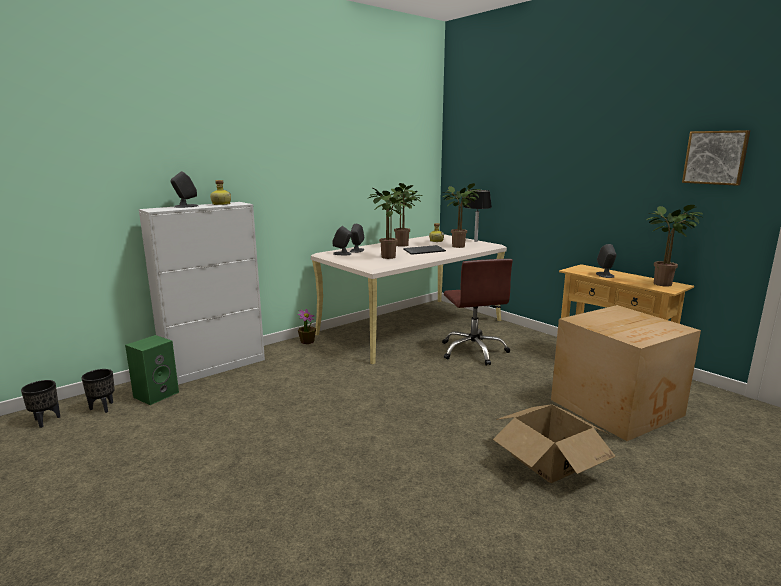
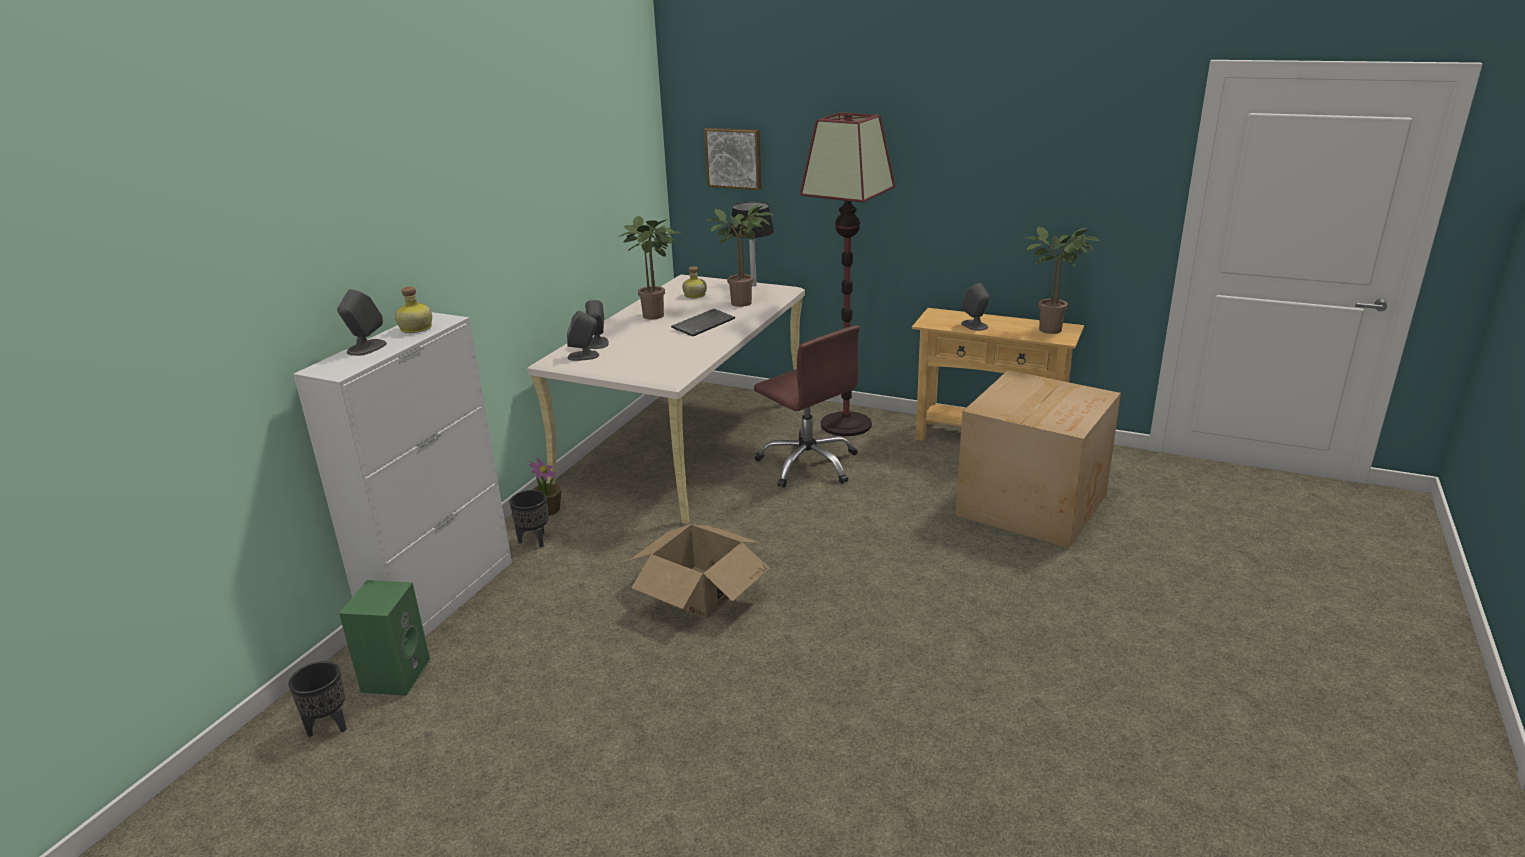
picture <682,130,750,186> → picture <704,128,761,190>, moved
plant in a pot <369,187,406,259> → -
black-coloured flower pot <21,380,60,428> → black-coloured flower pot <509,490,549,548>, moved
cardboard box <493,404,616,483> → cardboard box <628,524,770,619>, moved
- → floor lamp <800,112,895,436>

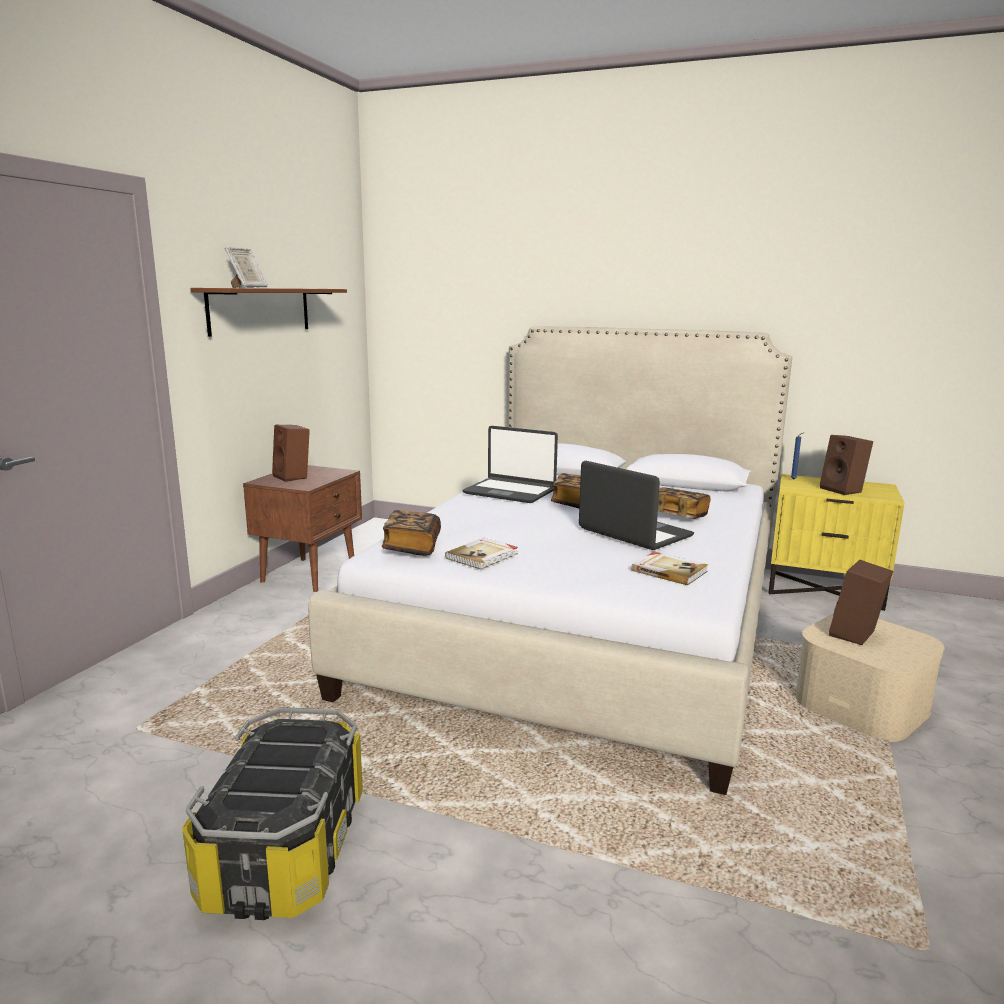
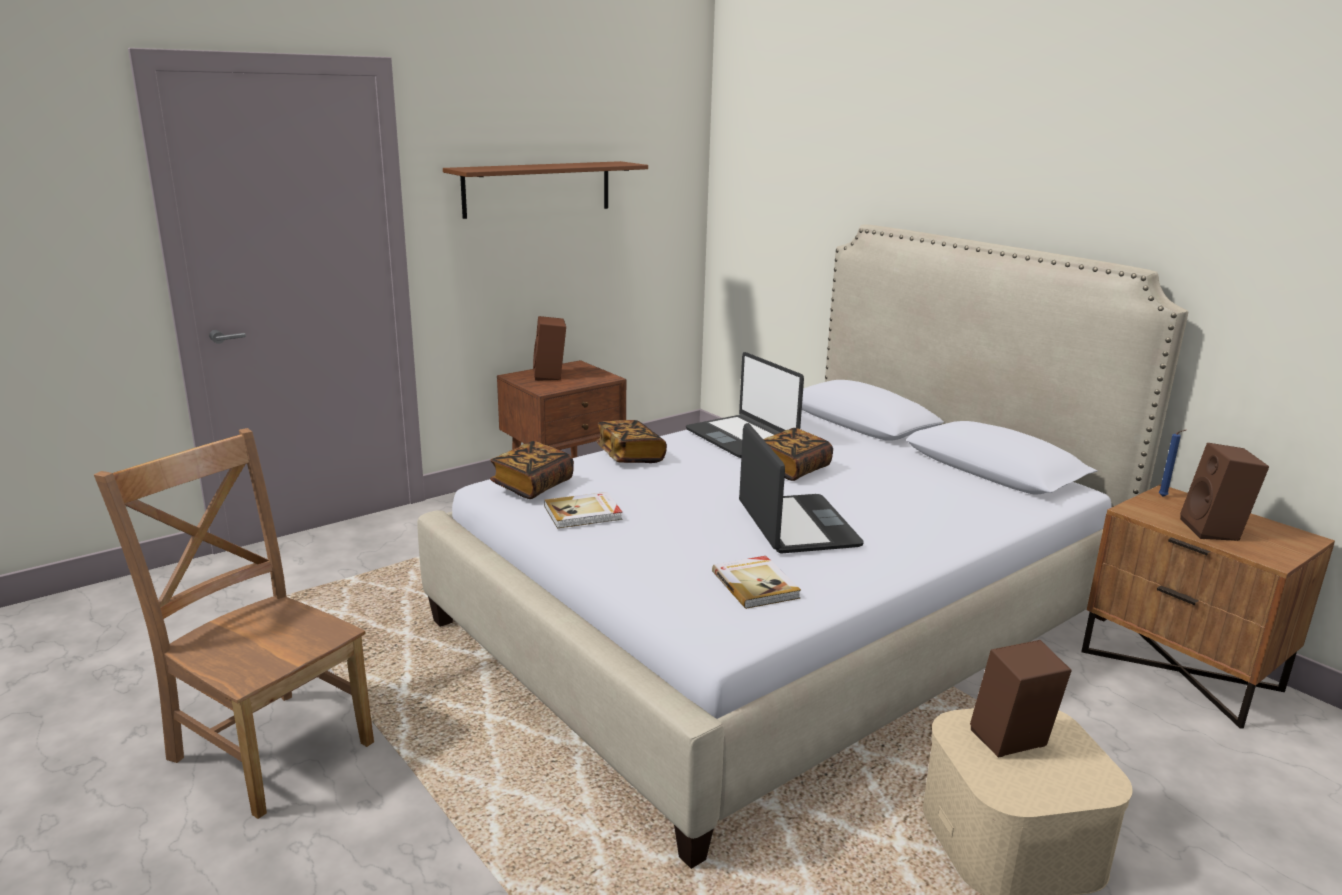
photo frame <225,247,268,288> → -
yellow-coloured bedside table <768,474,904,611> → brown-coloured bedside table <1082,484,1335,729>
book <658,487,711,519> → book <596,420,667,463>, moved
storage box <182,707,363,920> → brown-coloured plain chair <94,428,374,819>

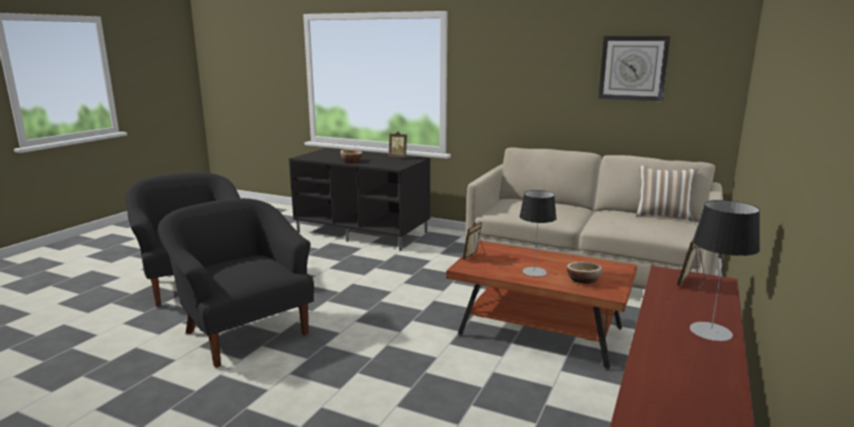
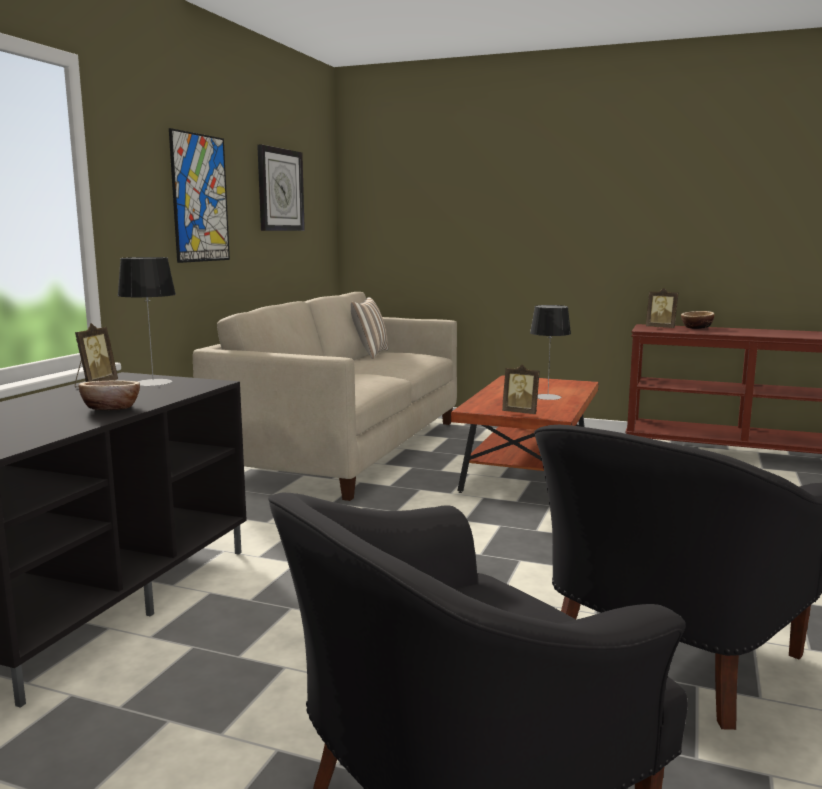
lamp for a table <690,200,760,341> → lamp for a table <117,257,176,387>, moved
bowl <567,262,602,284> → bowl <681,311,714,329>, moved
- → picture <169,128,230,263>

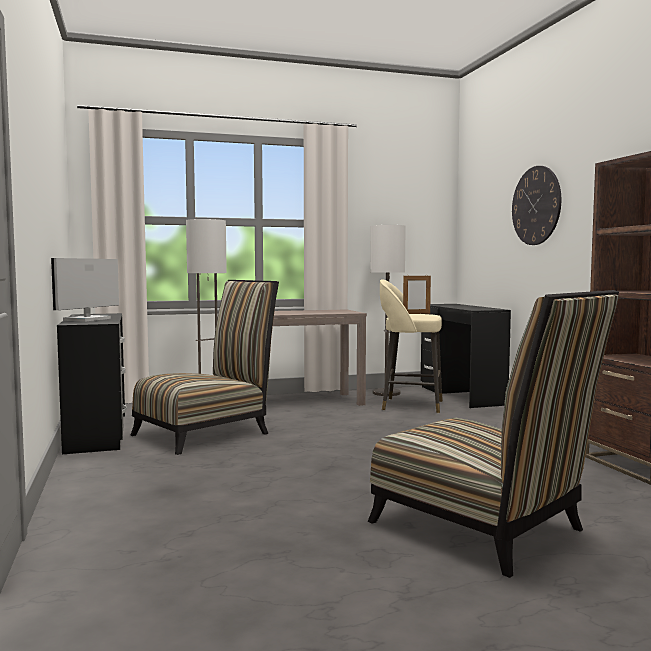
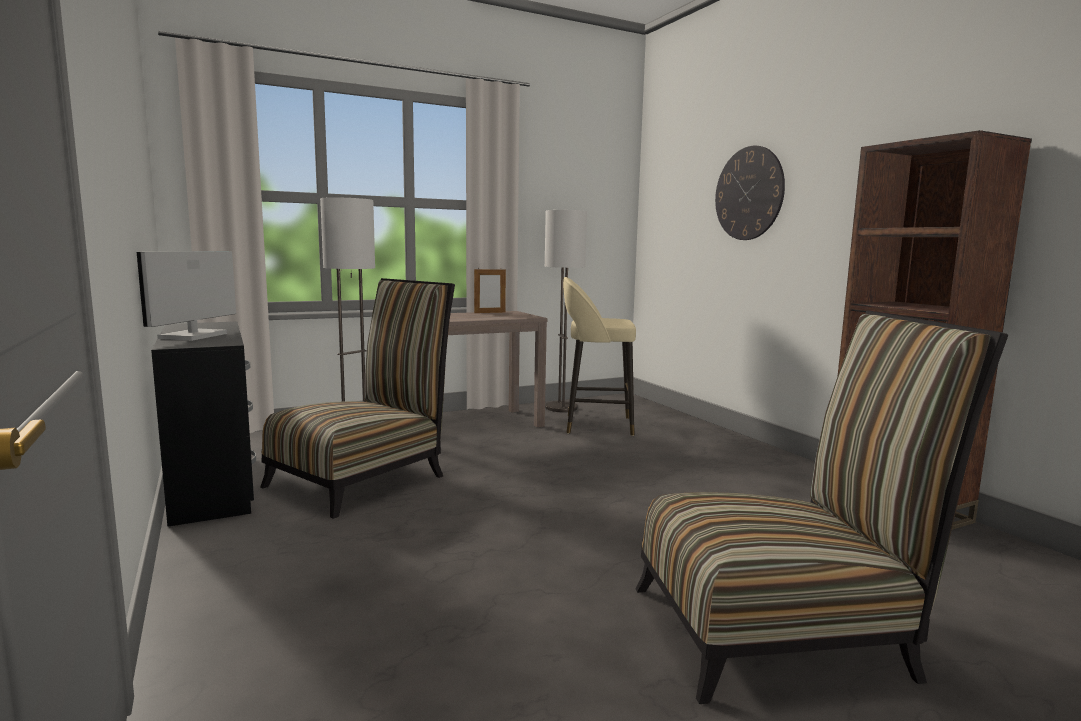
photo frame <403,274,431,314> → photo frame <474,269,506,313>, moved
plain chair <368,290,619,578> → plain chair <636,310,1008,704>, 45 degrees counterclockwise
black-coloured desk <421,304,511,408> → -

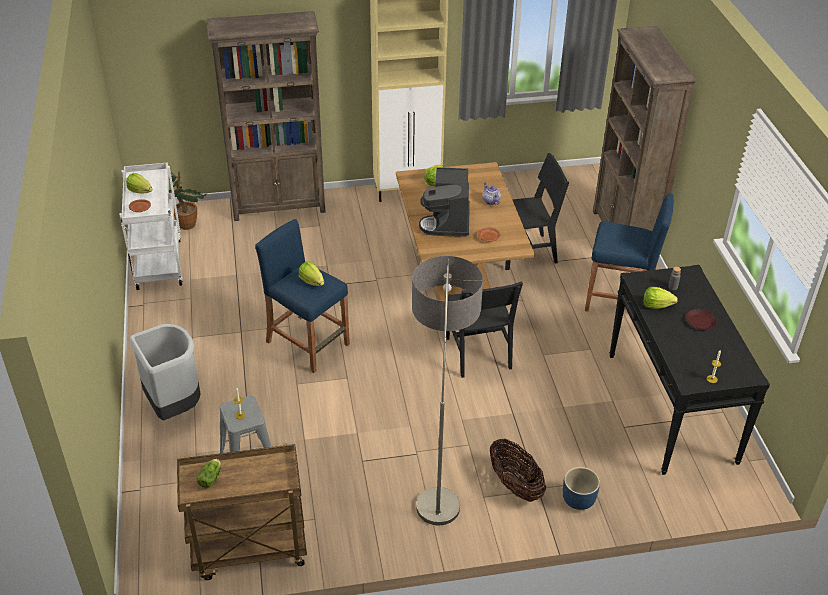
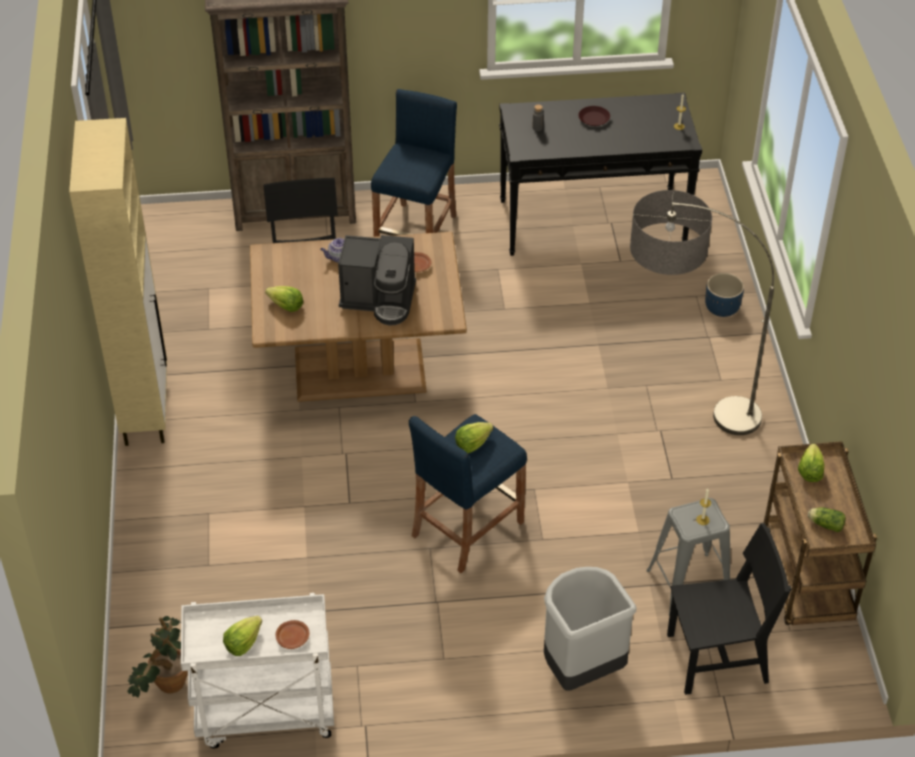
brown-coloured shelving unit <207,11,325,221> → -
black-coloured plain chair <446,281,523,378> → black-coloured plain chair <667,523,792,695>, moved
head of lettuce <643,287,678,309> → head of lettuce <798,444,824,482>, moved
storage basket <490,439,546,502> → -

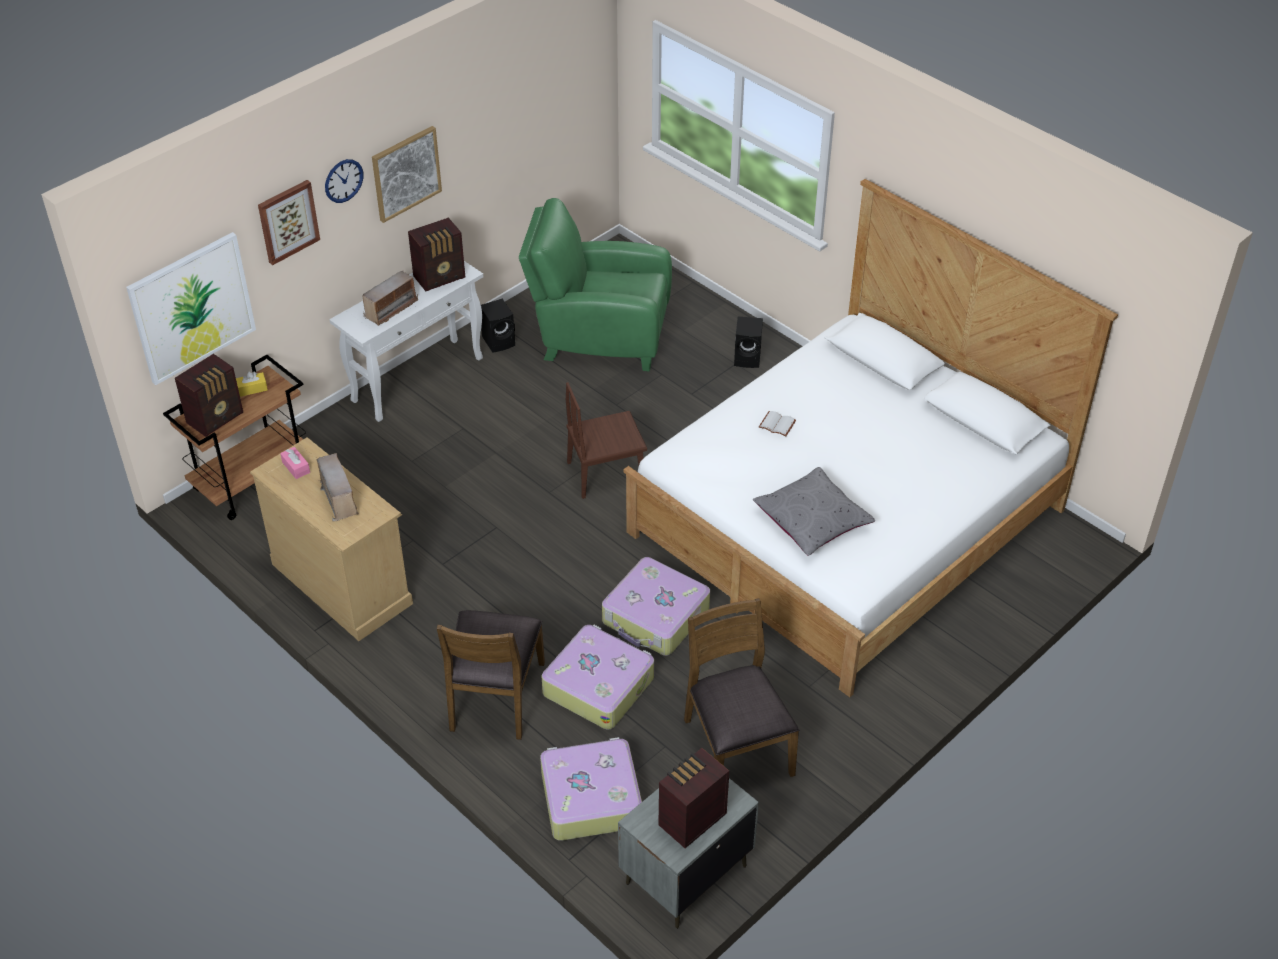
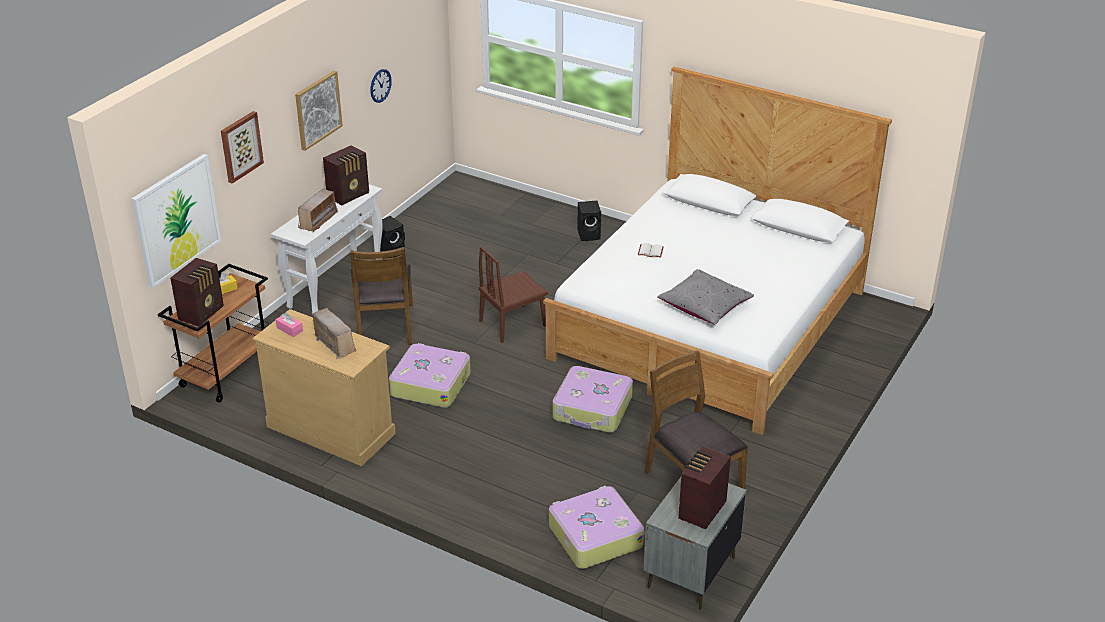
wall clock <325,159,363,203> → wall clock <370,69,392,103>, moved
green armchair <519,198,672,371> → -
brown-coloured plain chair <437,610,545,740> → brown-coloured plain chair <350,247,413,345>, moved
travel case <542,625,654,730> → travel case <389,343,471,408>, moved

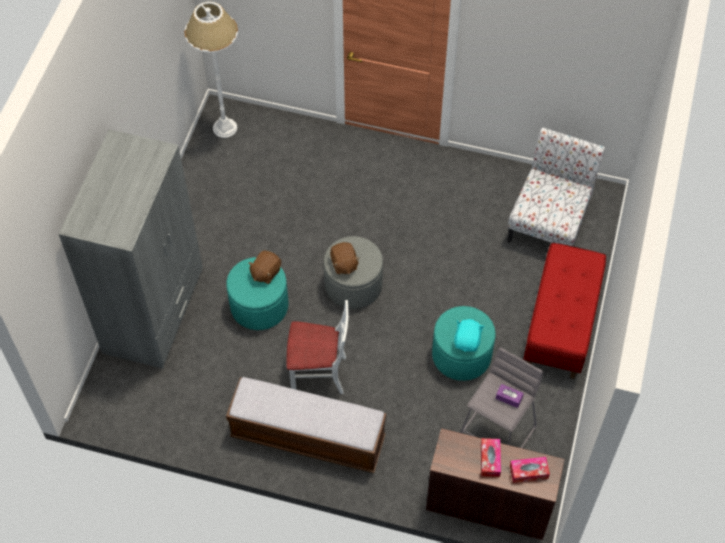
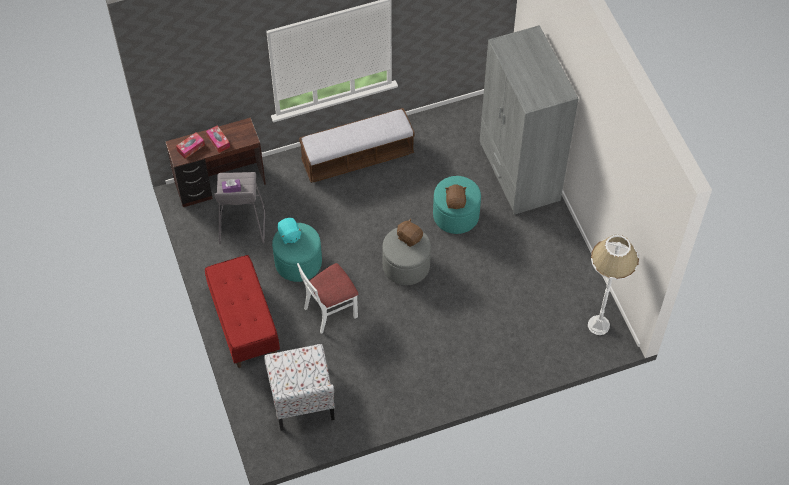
white-coloured plain chair <287,300,349,394> → white-coloured plain chair <297,263,358,334>, moved

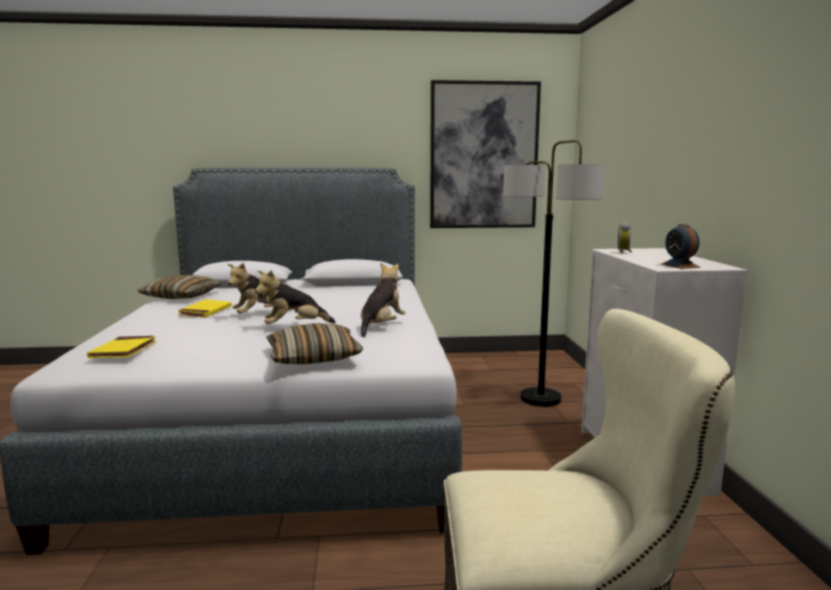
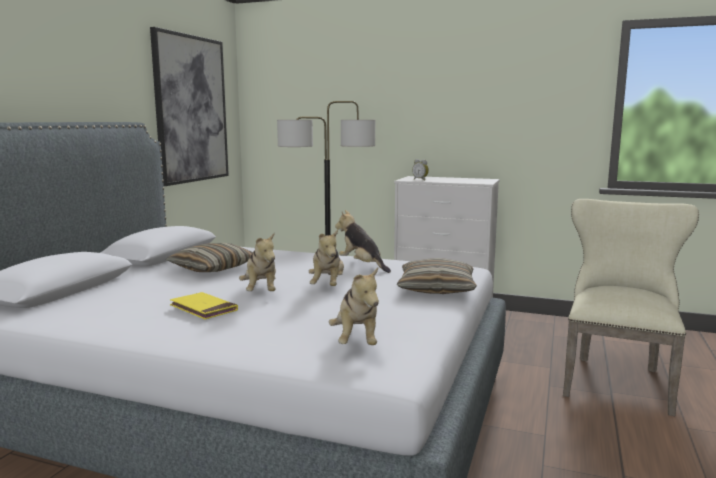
bedside clock <661,224,700,269> → -
throw pillow <138,275,222,299> → throw pillow <166,243,253,272>, moved
yellow-coloured book <87,336,156,358> → cuddly toy <329,267,379,345>

